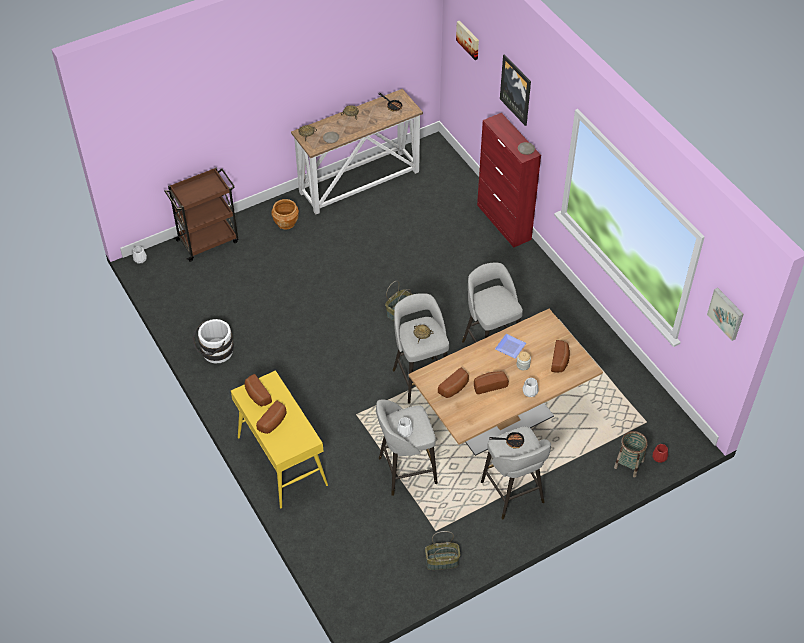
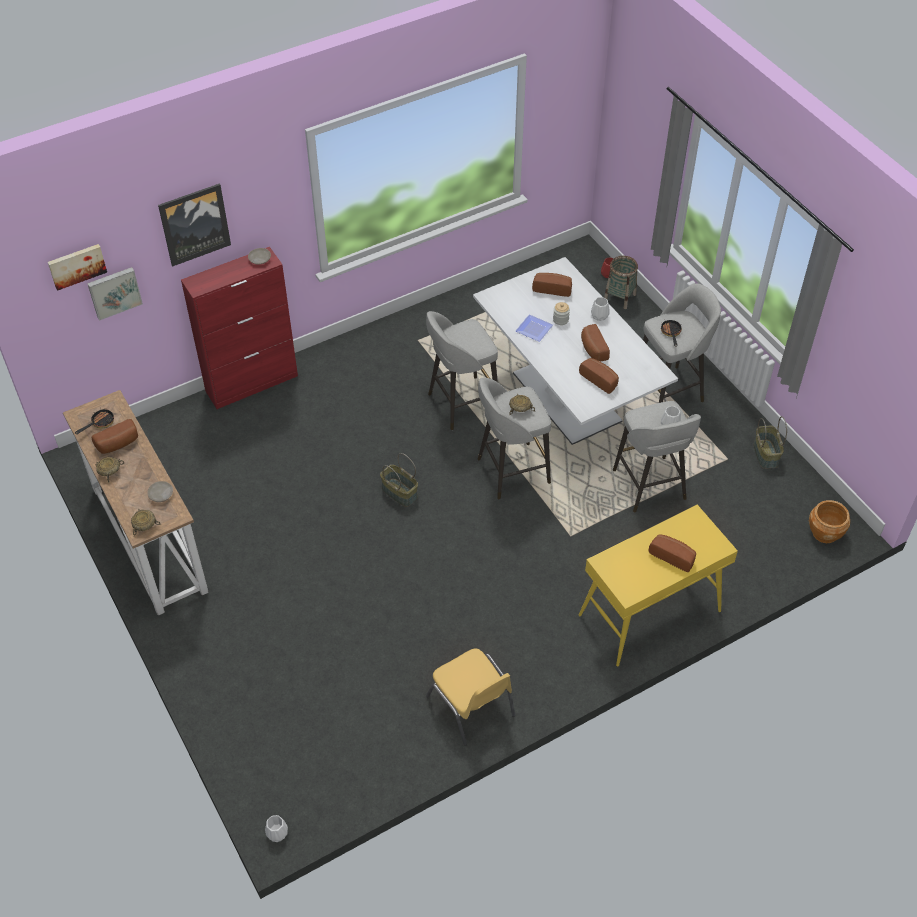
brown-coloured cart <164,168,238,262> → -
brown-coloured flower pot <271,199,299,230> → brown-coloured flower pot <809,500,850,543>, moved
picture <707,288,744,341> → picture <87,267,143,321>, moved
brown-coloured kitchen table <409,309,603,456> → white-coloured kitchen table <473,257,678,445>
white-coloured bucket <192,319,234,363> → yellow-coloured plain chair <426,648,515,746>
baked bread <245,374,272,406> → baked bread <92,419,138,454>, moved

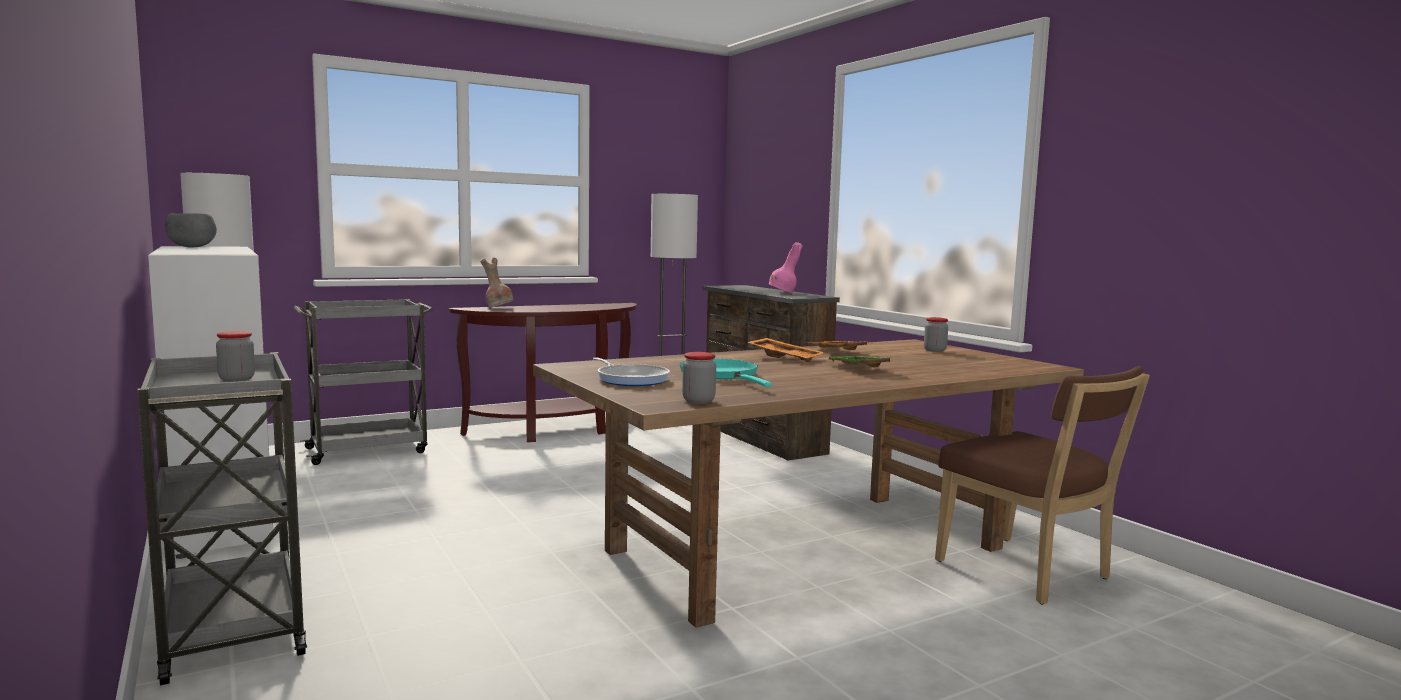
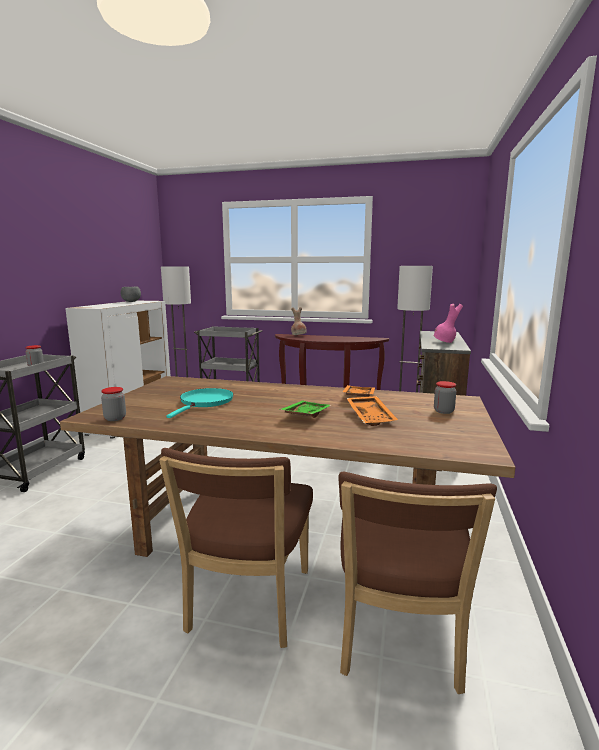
orangey tray <747,338,825,362> → orangey tray <346,396,398,426>, moved
frying pan <593,358,670,386> → -
- → brown-coloured plain chair <159,448,313,648>

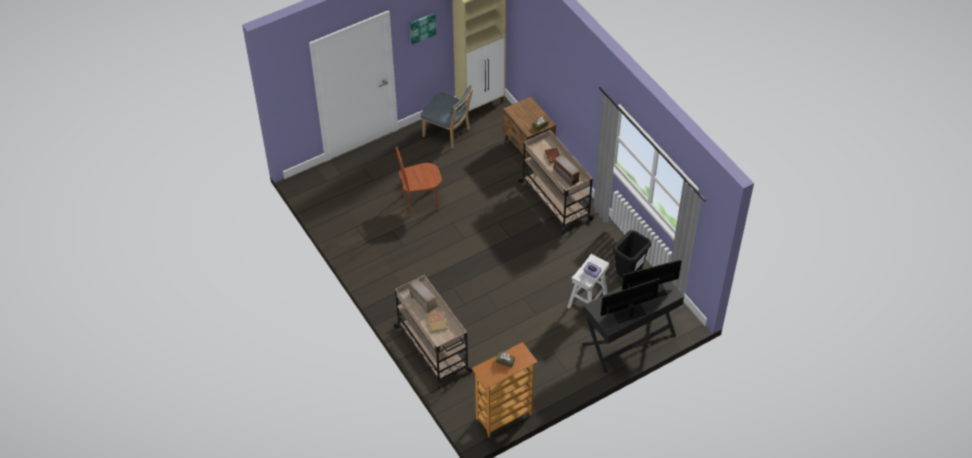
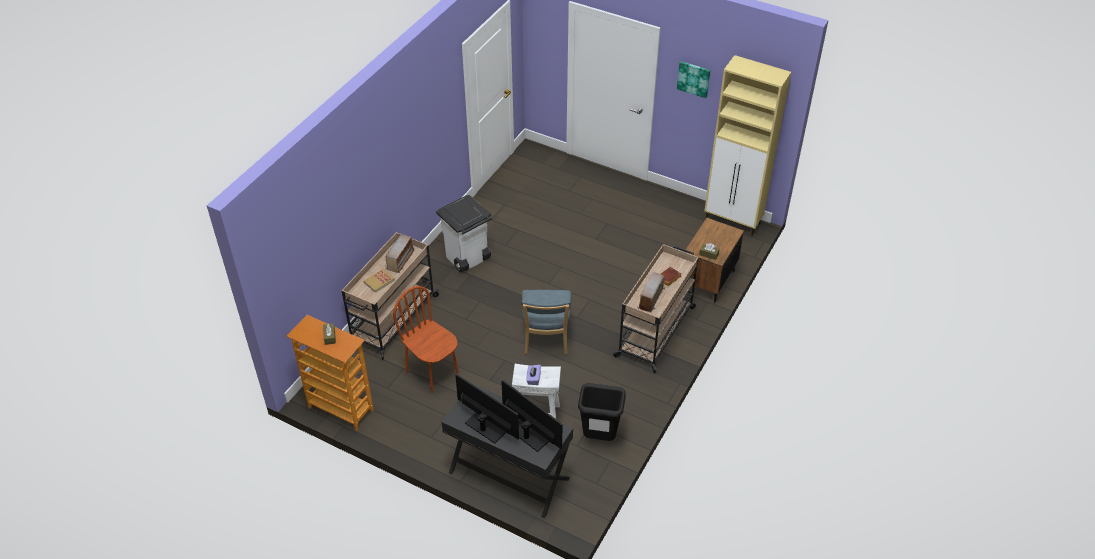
blue-coloured plain chair <421,85,473,149> → blue-coloured plain chair <521,290,571,355>, moved
brown-coloured plain chair <395,147,442,217> → brown-coloured plain chair <393,286,459,393>, moved
- → white-coloured waste bin <436,195,492,272>

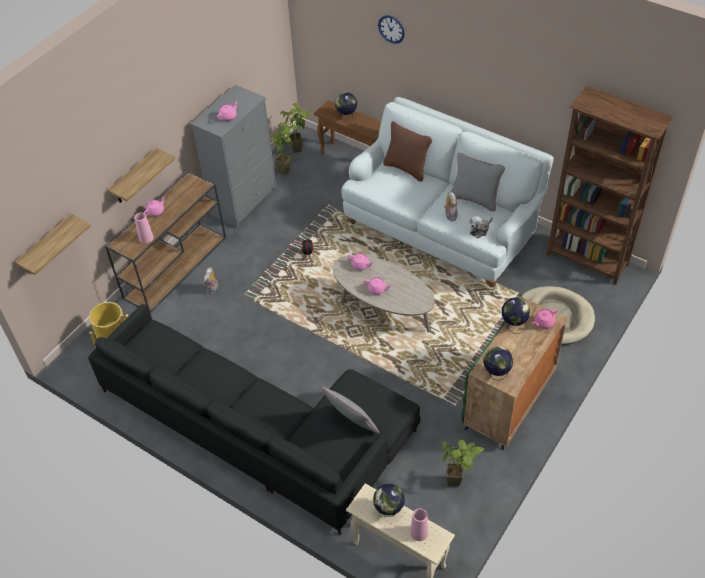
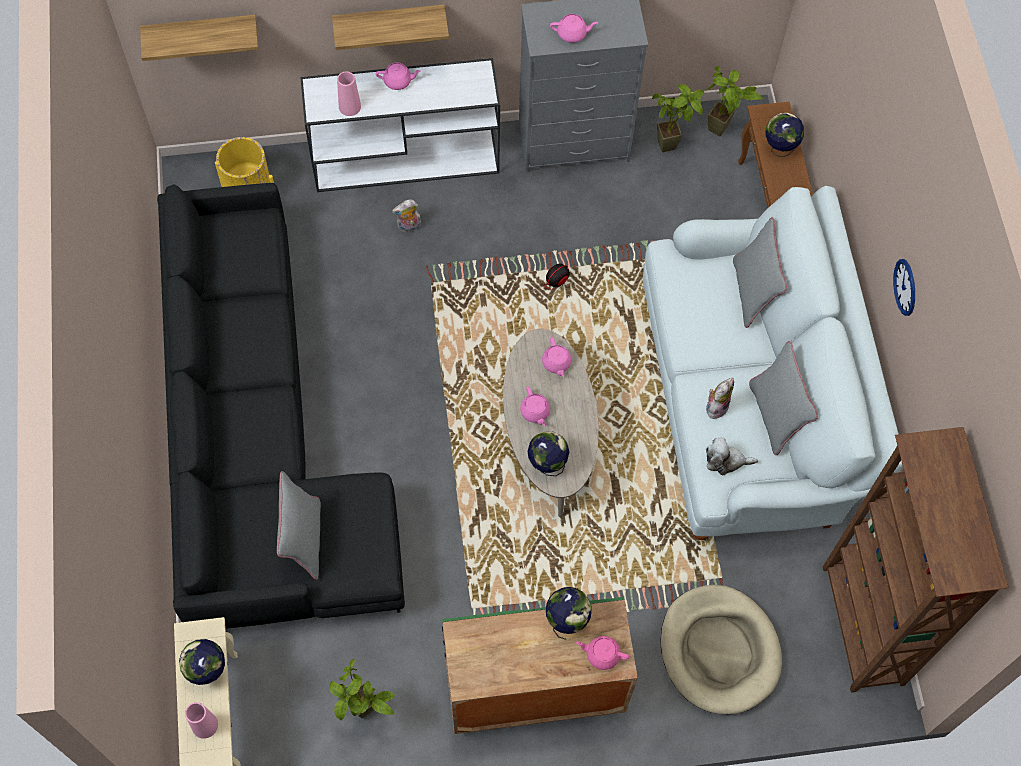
wall clock <378,15,405,44> → wall clock <893,259,915,316>, moved
brown-coloured throw pillow <383,121,432,182> → grey throw pillow <733,217,787,328>
brown-coloured console table <105,172,226,313> → white-coloured console table <300,58,500,192>
globe <483,346,513,380> → globe <528,431,569,476>, moved

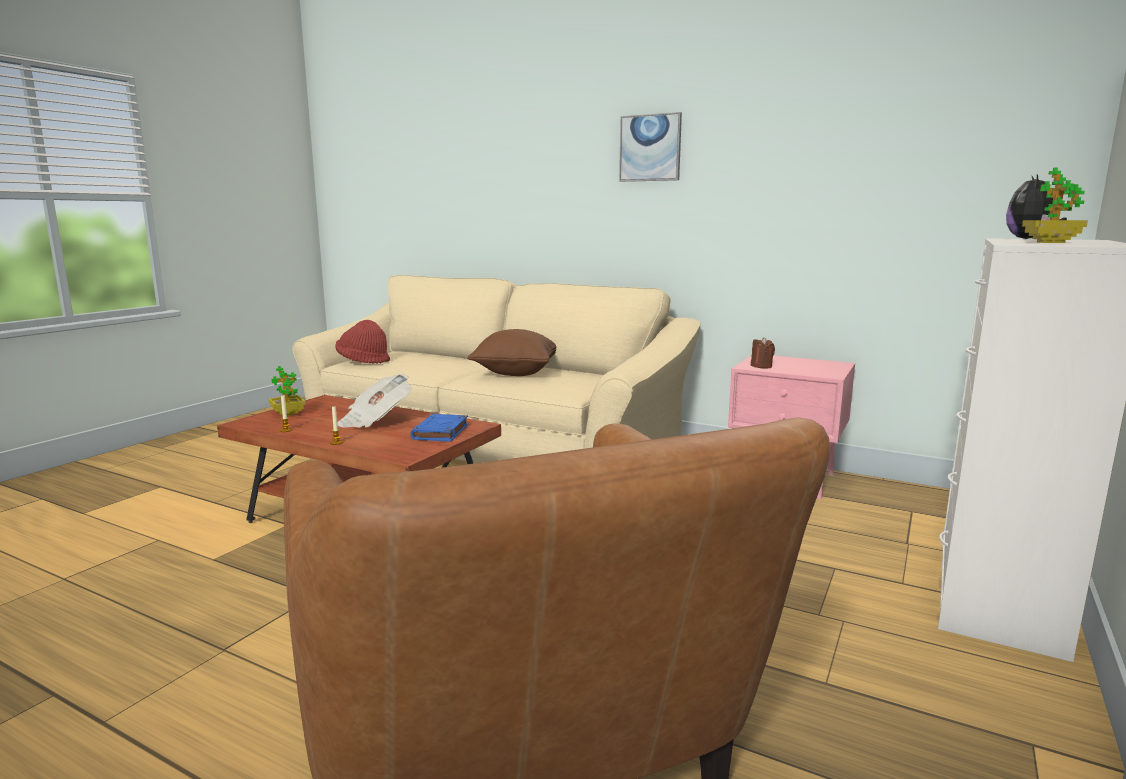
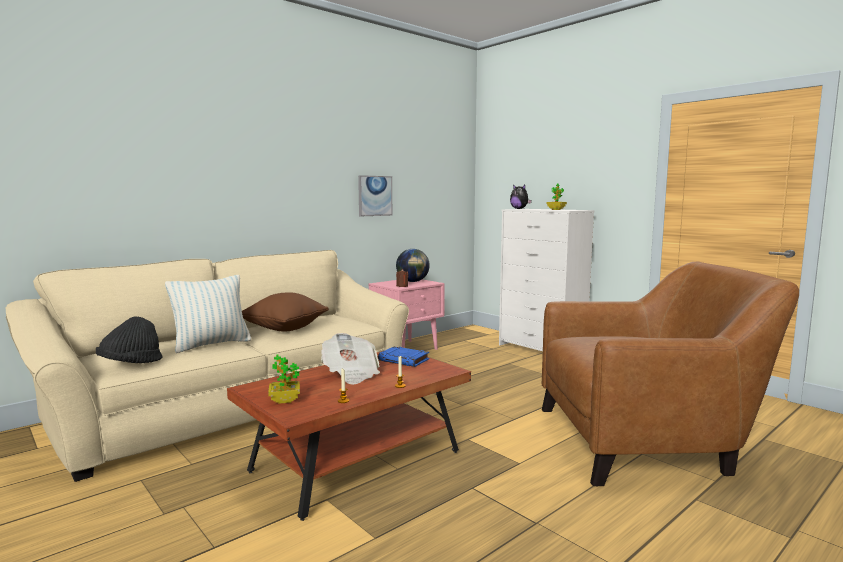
picture <619,112,682,182> → picture <358,175,392,216>, moved
red-coloured hat <335,320,390,364> → black-coloured hat <96,316,163,363>
- → globe <396,249,430,282>
- → throw pillow <165,275,251,353>

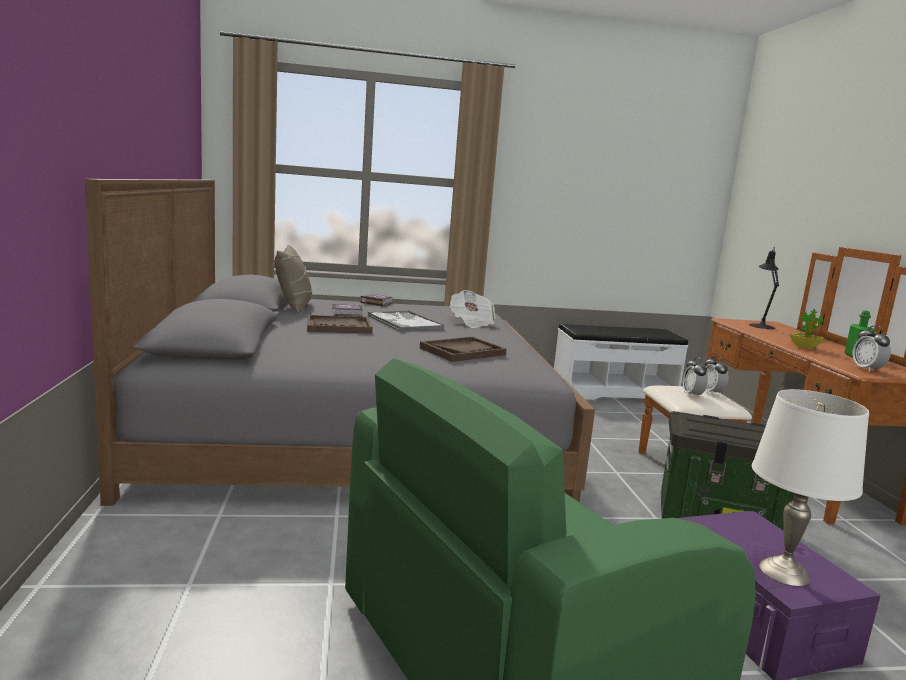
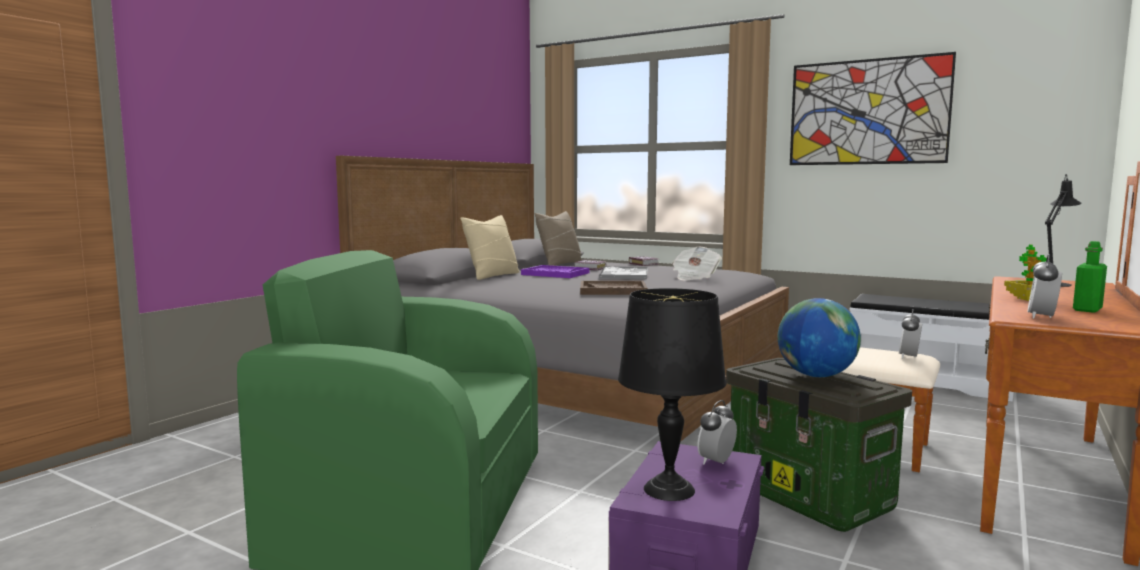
brown-coloured tray <307,315,373,334> → purple-coloured tray <521,265,590,278>
bedside clock <683,357,708,397> → bedside clock <697,400,737,464>, moved
white-coloured lamp for a table <752,389,869,586> → black-coloured lamp for a table <618,288,726,501>
- → picture <790,52,956,165>
- → beige throw pillow <460,215,520,280>
- → globe <778,298,861,377>

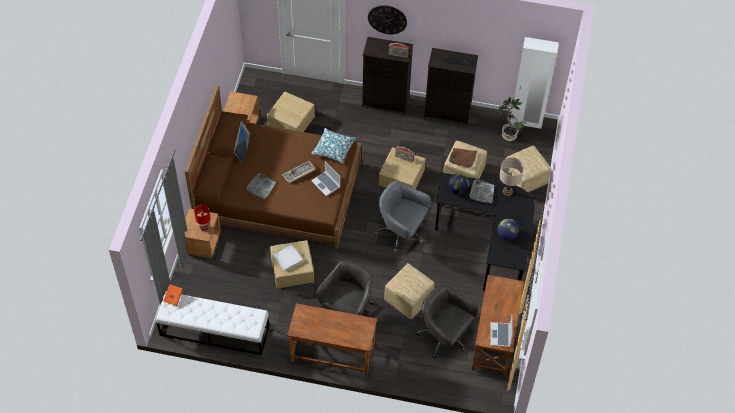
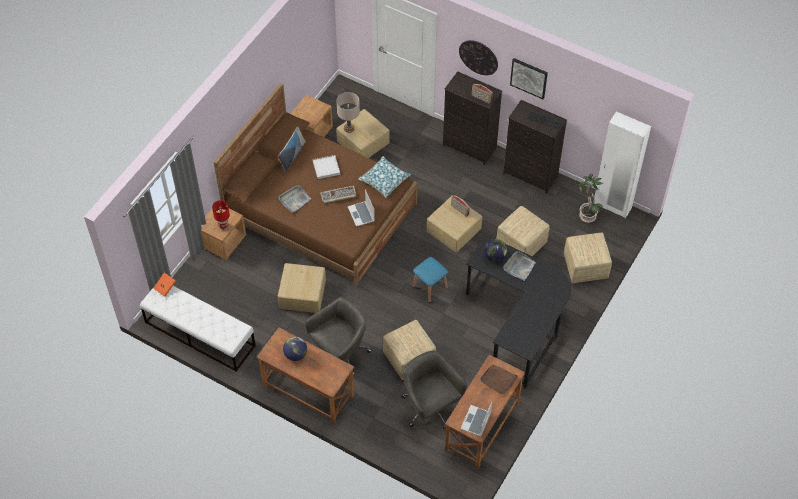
brown-coloured tray <449,148,477,168> → brown-coloured tray <480,364,518,394>, moved
beige lamp for a table <499,158,524,196> → beige lamp for a table <336,92,360,133>, moved
grey desk chair <374,181,431,253> → blue-coloured sitting stool <412,257,448,302>
globe <497,219,519,240> → globe <283,337,307,361>, moved
white-coloured tray <273,244,303,271> → white-coloured tray <313,155,340,179>, moved
- → picture <510,58,548,99>

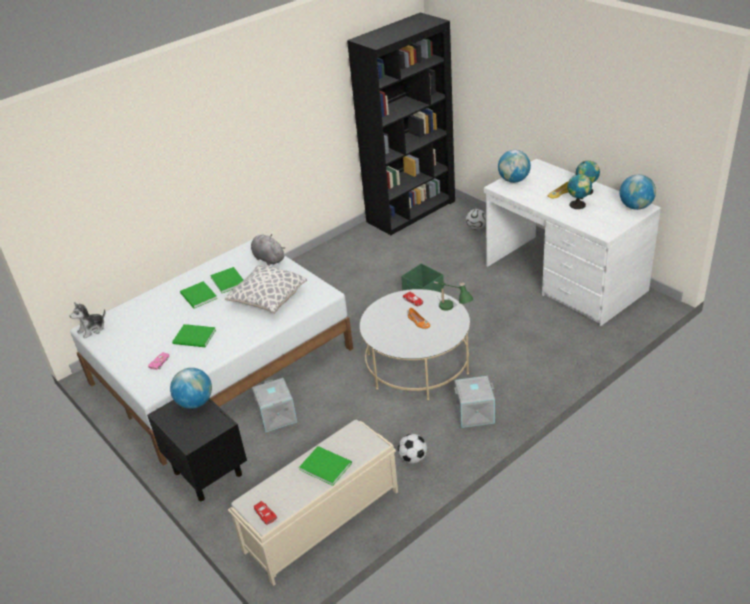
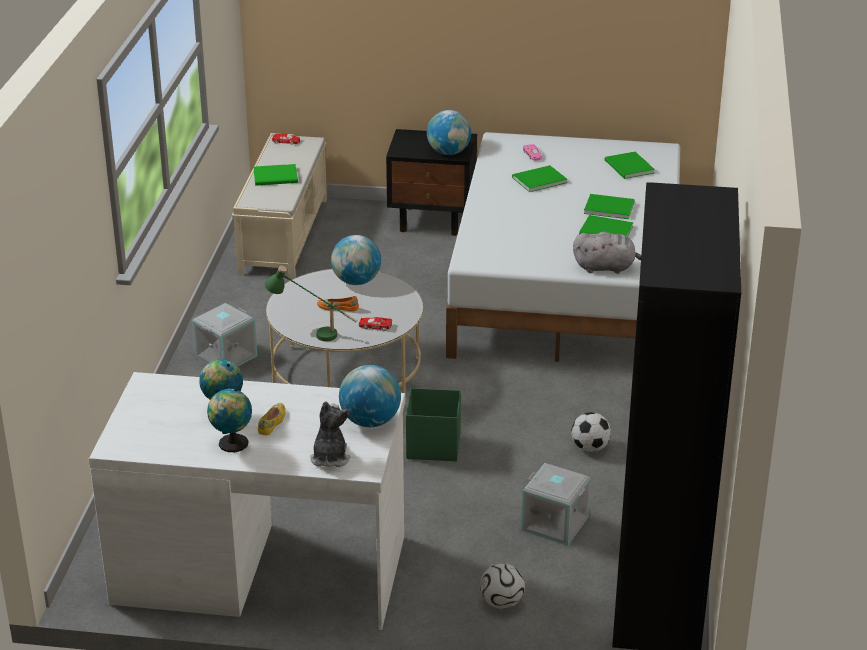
globe <620,174,656,210> → globe <331,235,381,285>, moved
throw pillow <225,265,307,314> → -
cuddly toy <69,302,105,338> → cuddly toy <310,401,350,467>, moved
grey storage box <252,378,297,432> → grey storage box <521,463,591,546>, moved
football ball <398,434,427,464> → football ball <571,412,611,452>, moved
- → green book <605,152,655,179>

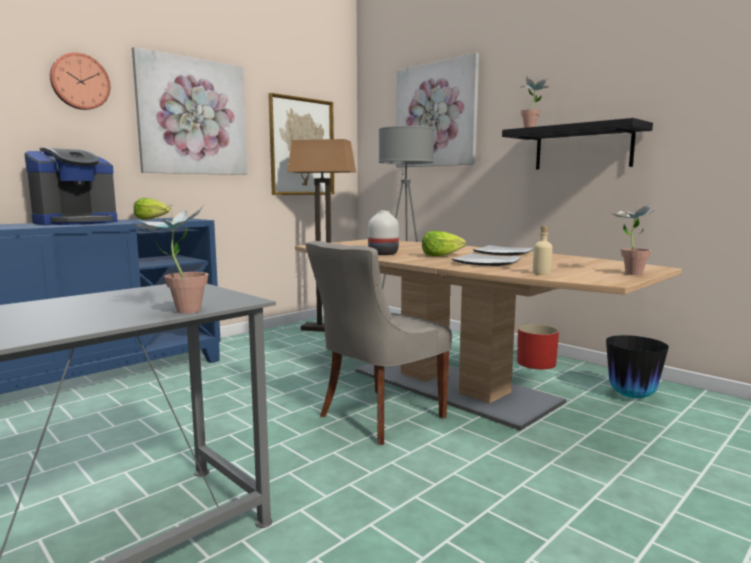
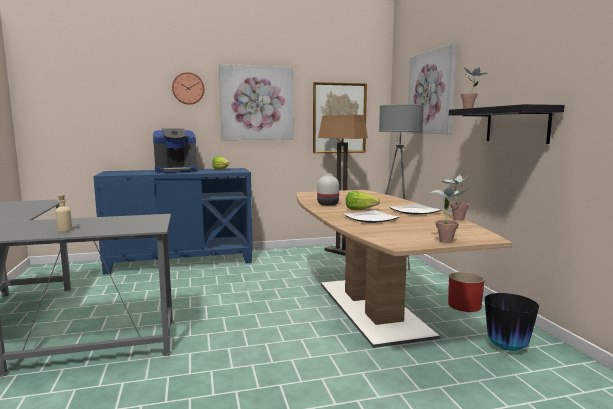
plant in a pot <132,204,209,314> → plant in a pot <442,174,471,221>, moved
beige drink bottle <533,226,553,275> → beige drink bottle <55,195,72,232>, moved
grey plain chair <305,241,452,445> → -

